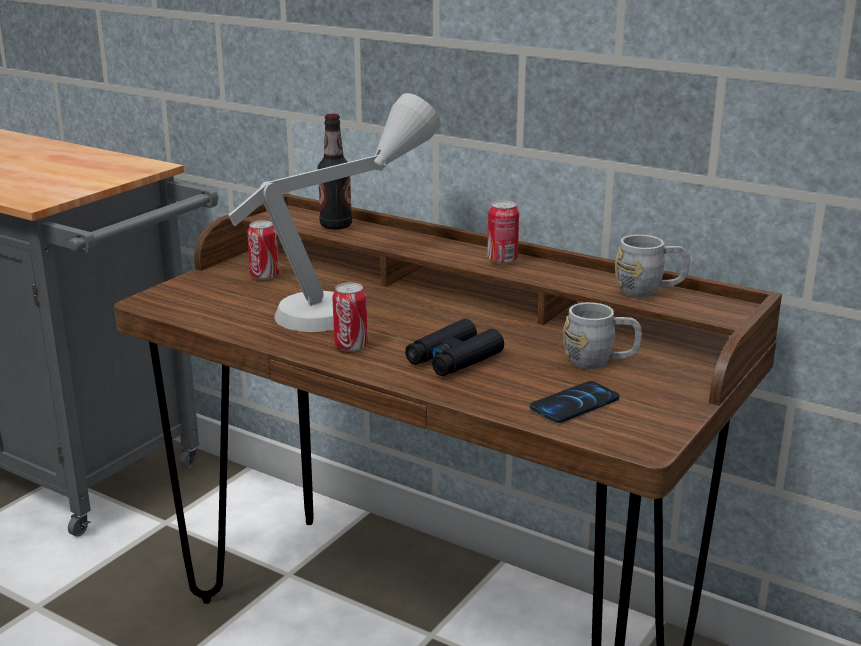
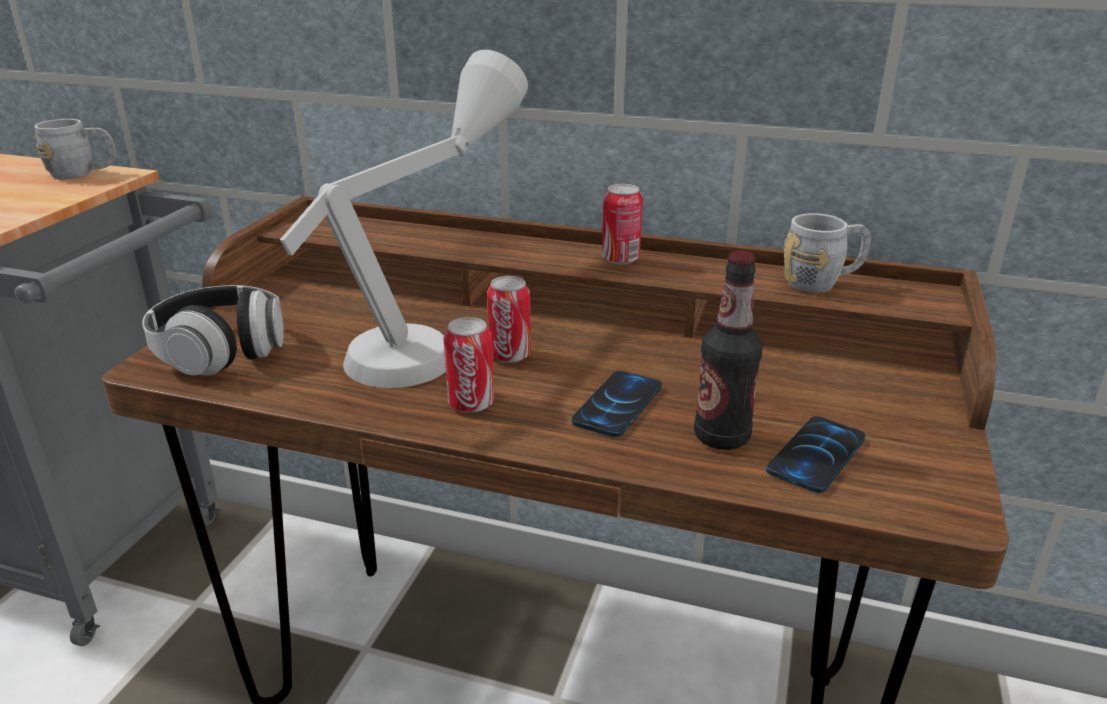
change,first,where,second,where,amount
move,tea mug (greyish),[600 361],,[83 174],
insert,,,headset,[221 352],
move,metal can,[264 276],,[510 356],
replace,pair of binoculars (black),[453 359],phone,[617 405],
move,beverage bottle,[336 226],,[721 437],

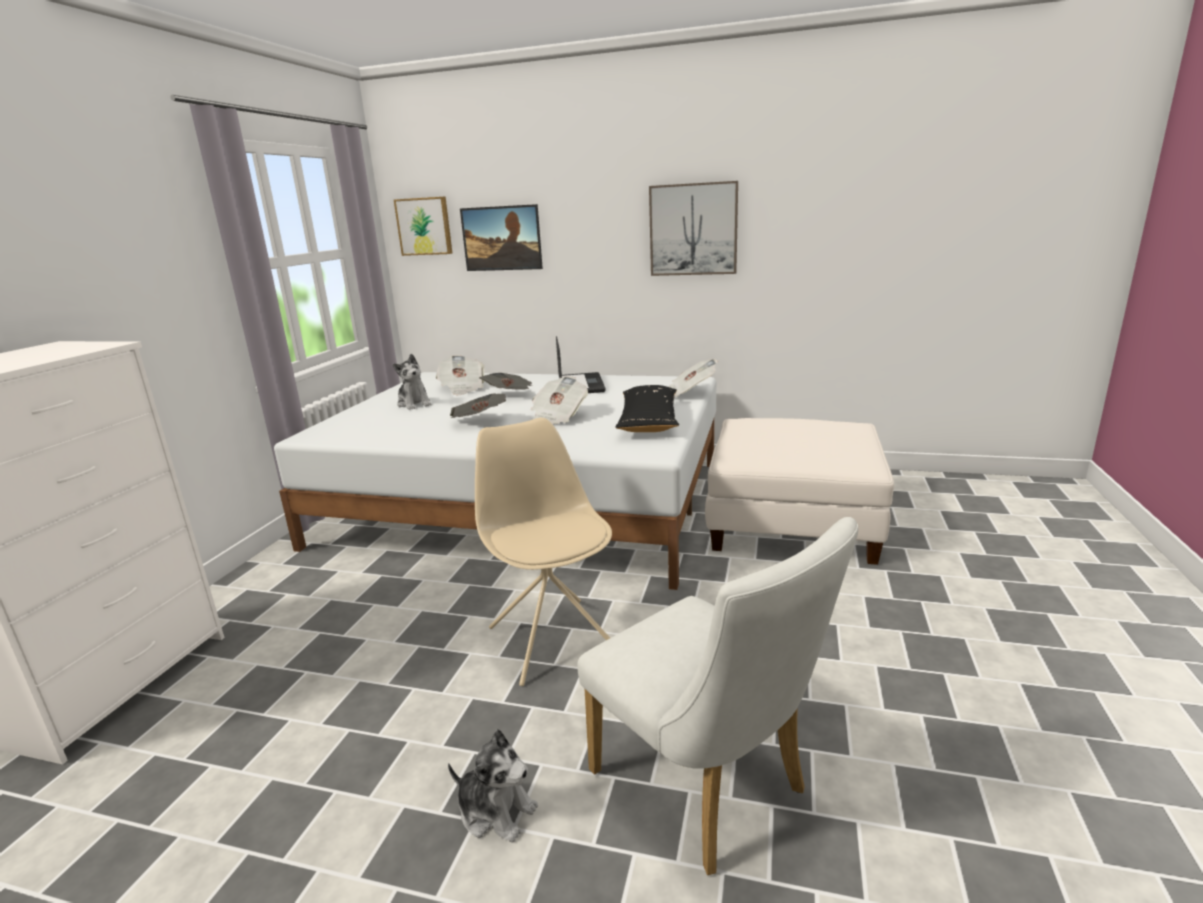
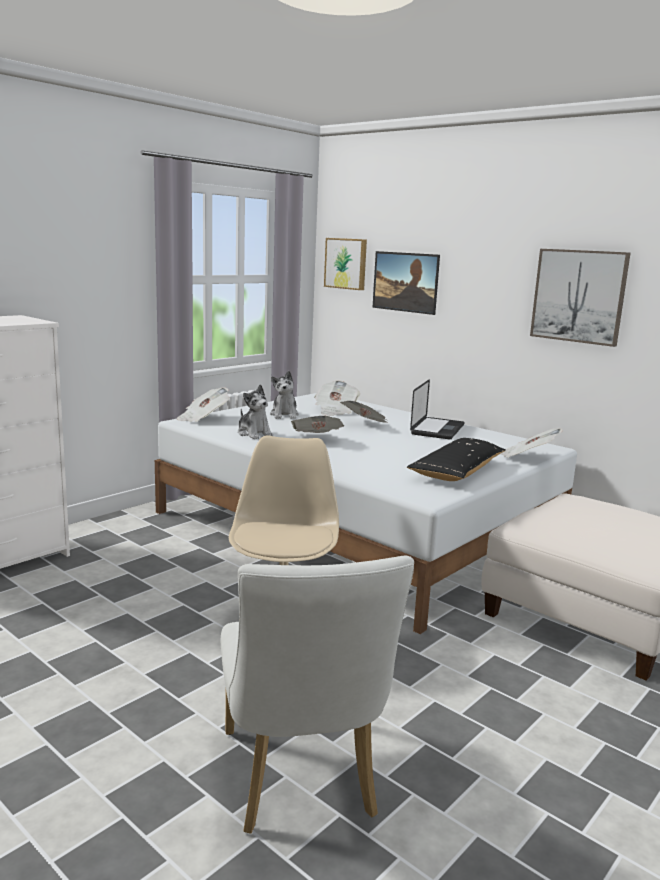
change,first,where,second,where,amount
move,daily paper,[557 417],,[203 418],
move,soft toy,[496 811],,[254 434],

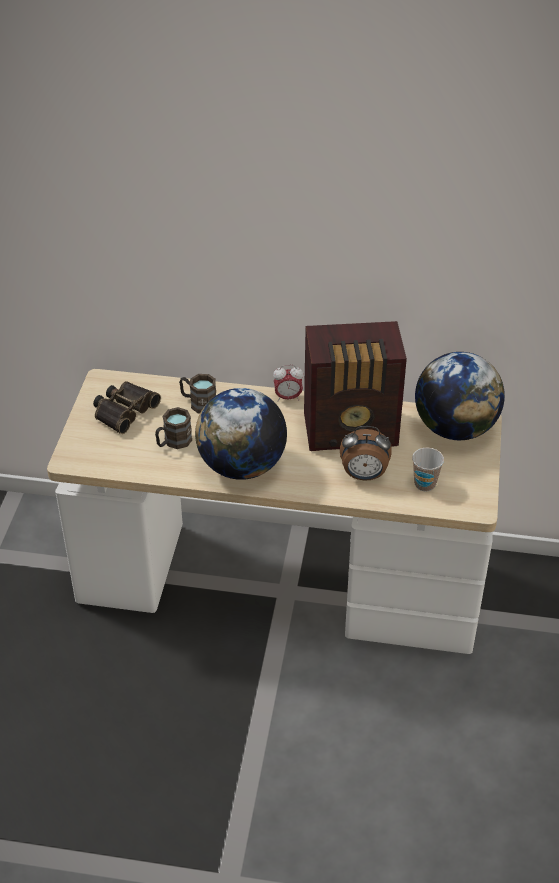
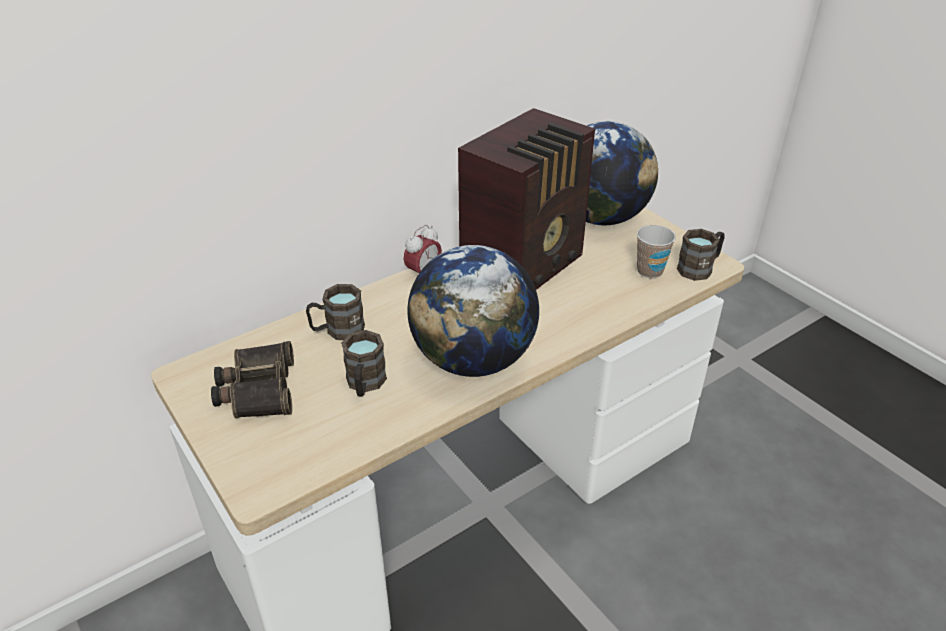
change,first,where,second,where,amount
insert,,,tea mug (brown-coloured),[699 268],
delete,alarm clock,[364 475],,,

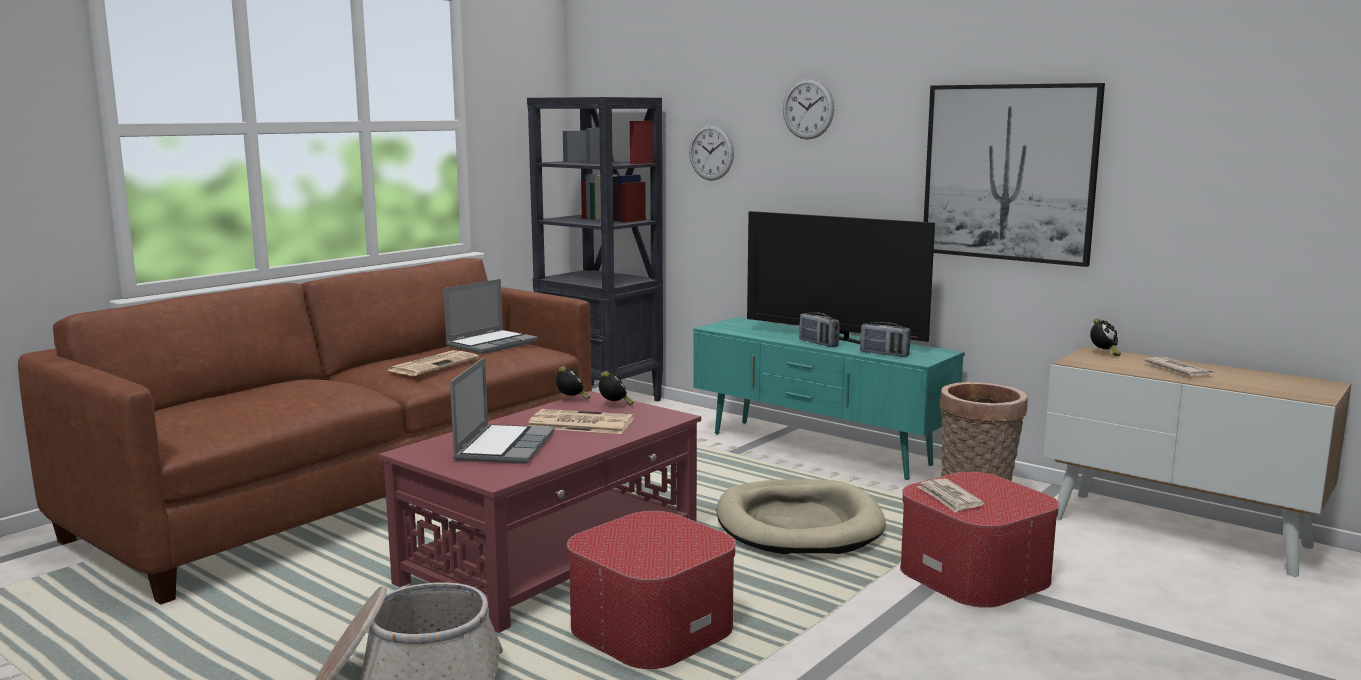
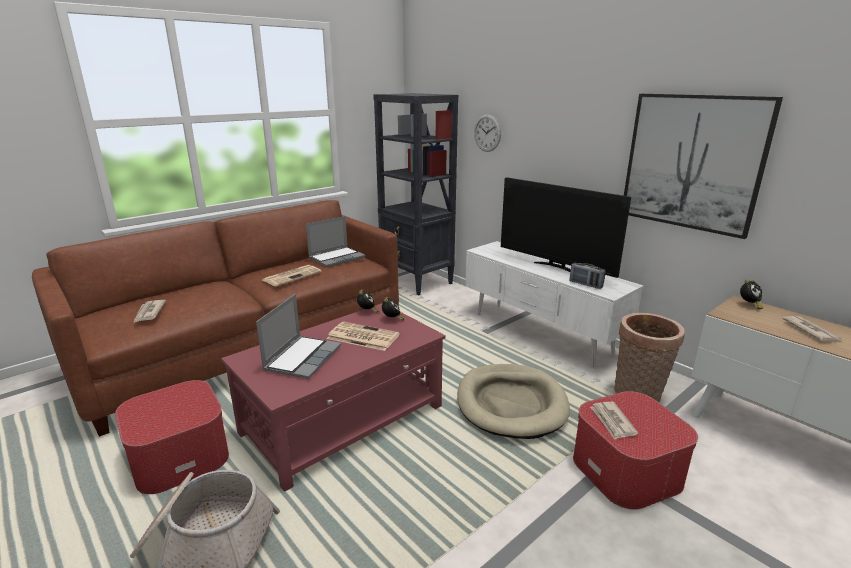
change,first,where,second,where,amount
move,ottoman,[652 627],,[180 456],
insert,,,daily paper,[149 312],
recolor,tv unit (blue-green),[818 449],tv unit (white),[539 333],
delete,wall clock,[808 108],,,
delete,radio set,[818 343],,,

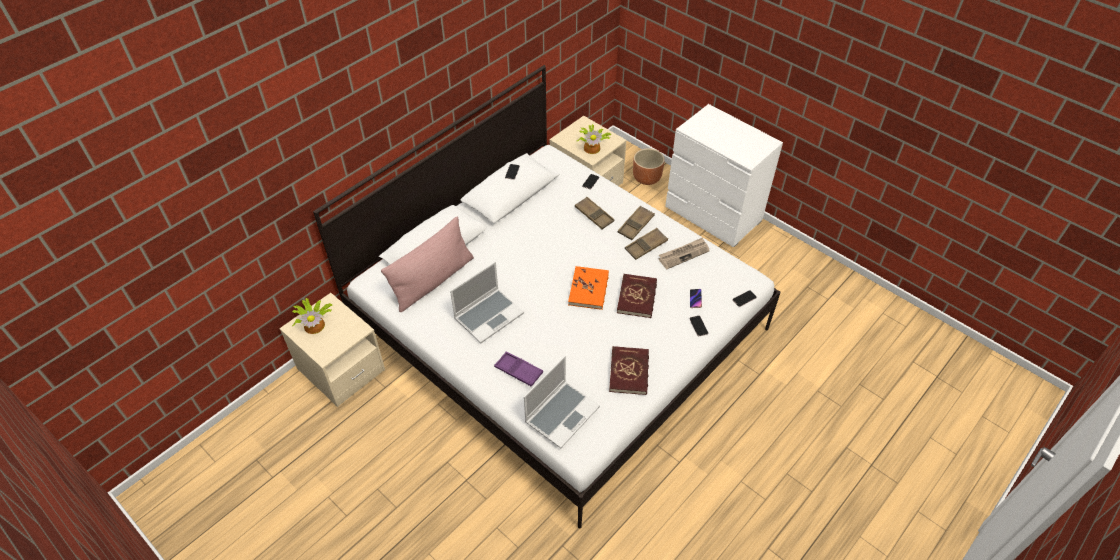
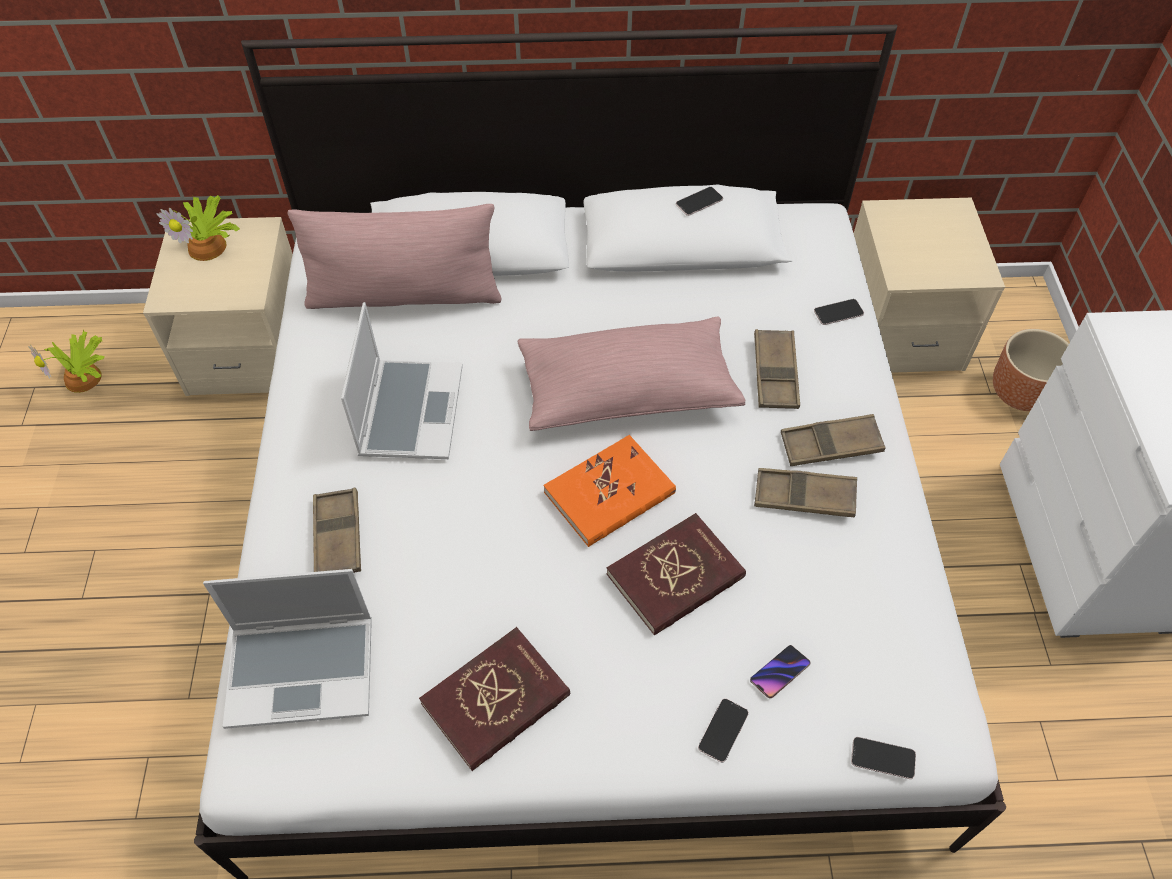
change,first,where,second,where,amount
move,potted plant,[592 147],,[85 378],
recolor,carrying tray (purplish),[518 371],carrying tray (brown-coloured),[338 537],
rotate,notebook computer,[489 315],,[409 410],90 degrees counterclockwise
insert,,,cushion (pink),[627 391],
delete,daily paper,[683 254],,,

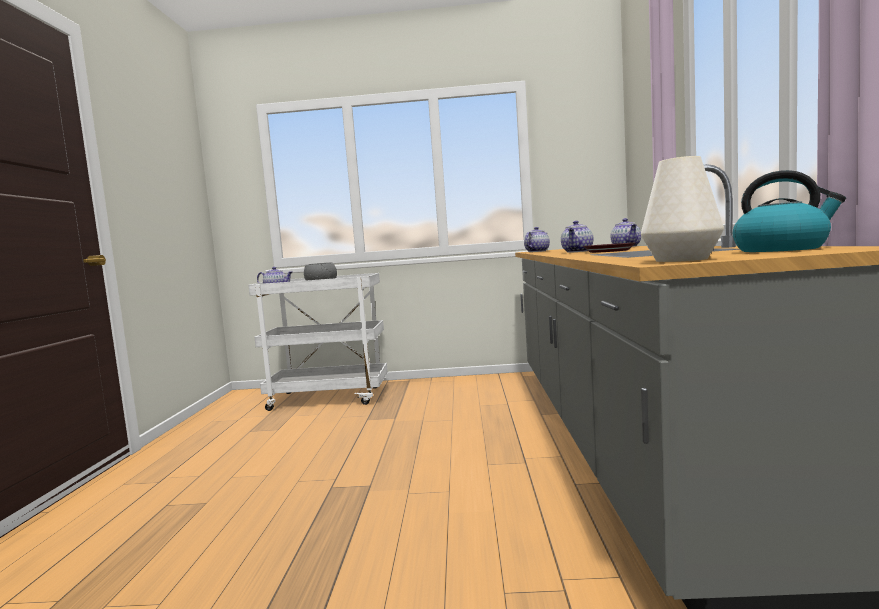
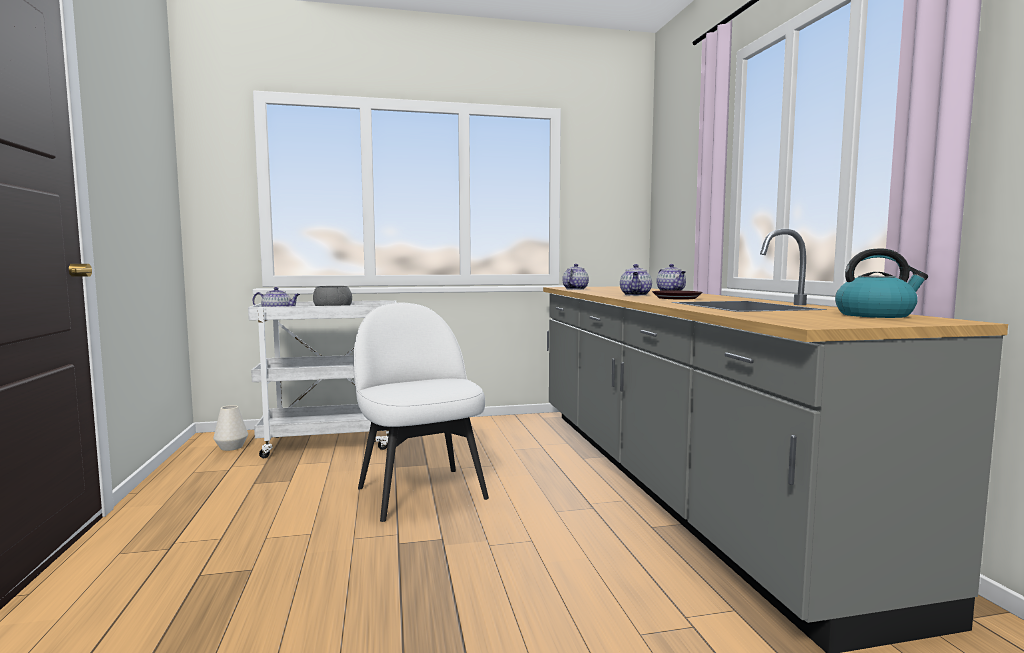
change,first,where,second,where,amount
move,vase (white),[681 260],,[231 447],
insert,,,chair (white),[420 491],

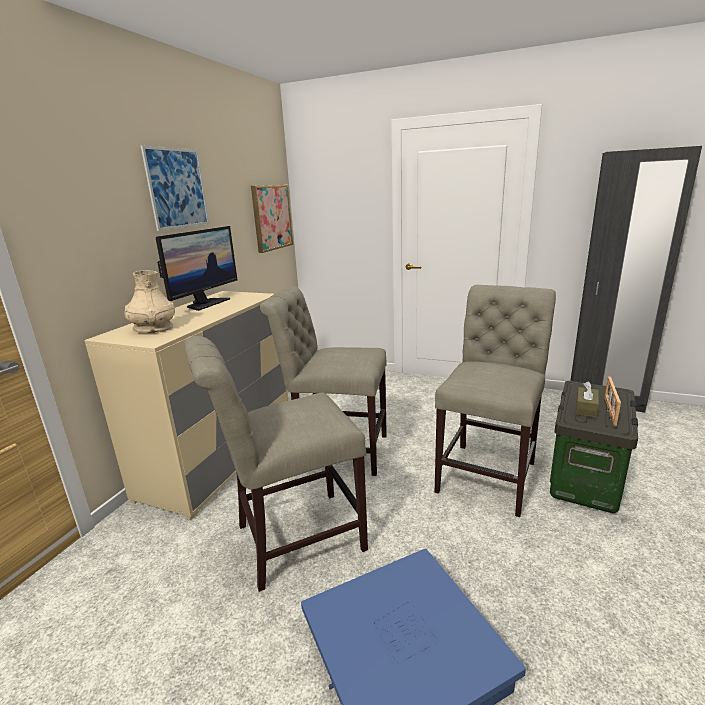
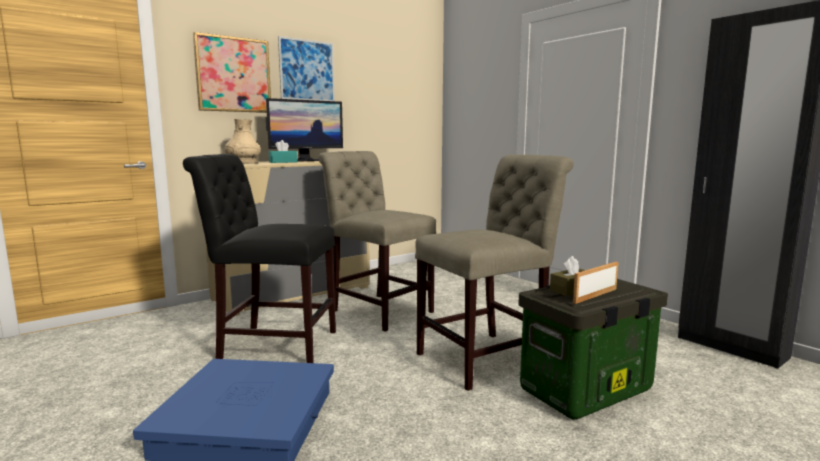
change,first,where,second,where,amount
recolor,chair (sand-coloured),[292 539],chair (black),[272 344],
move,picture,[271 217],,[233 75],
insert,,,tissue holder (blue-green),[283 162],

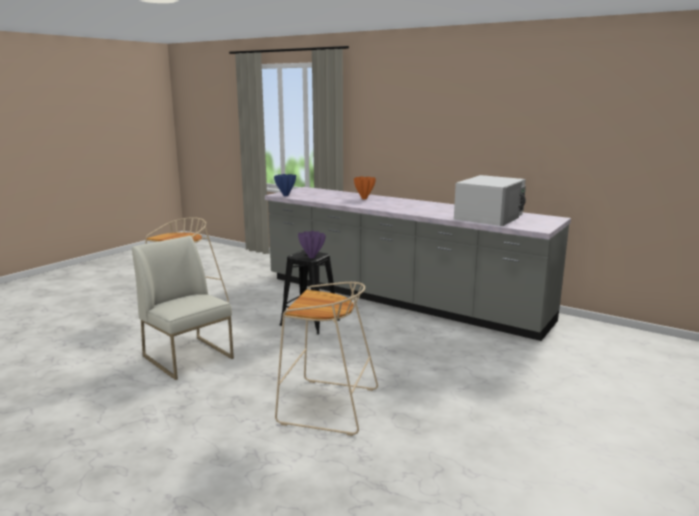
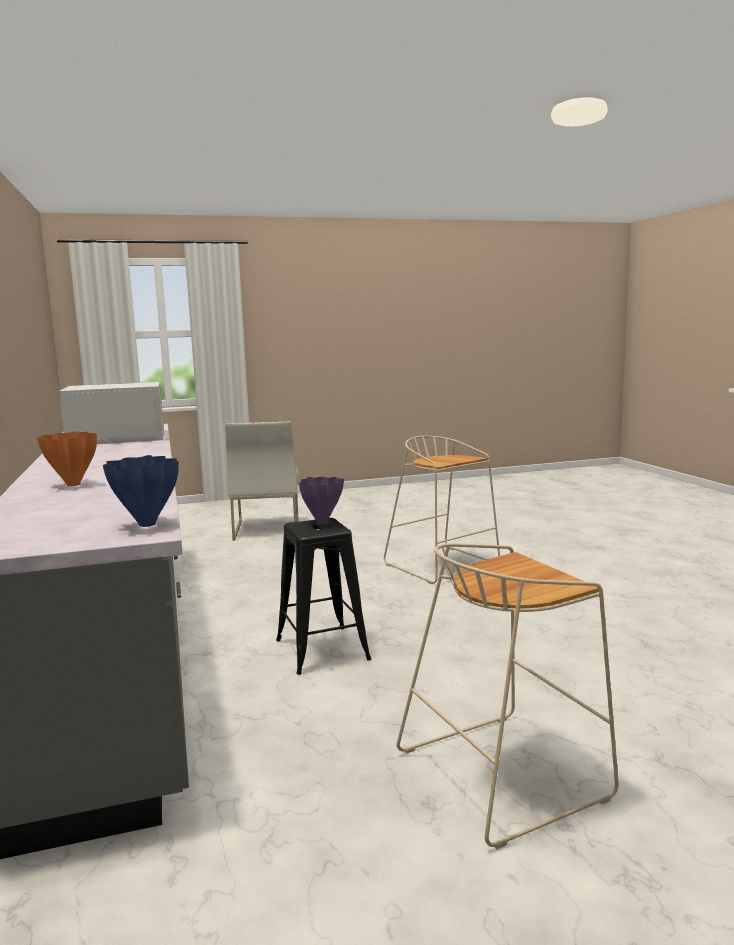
change,first,where,second,where,amount
move,chair (white),[189 357],,[266 529],

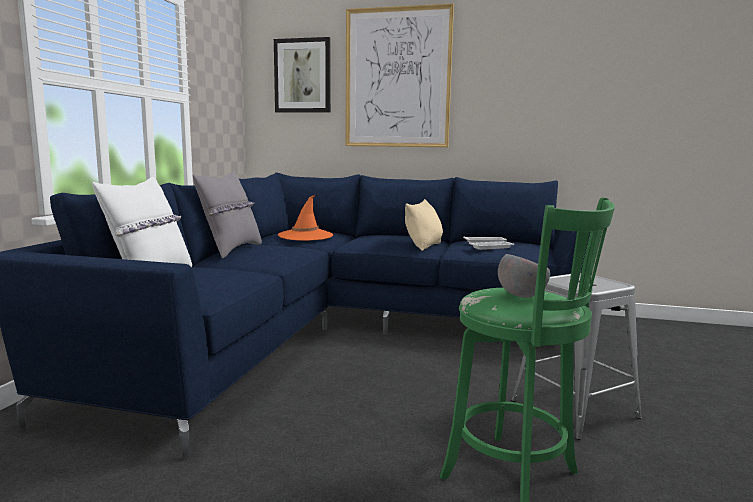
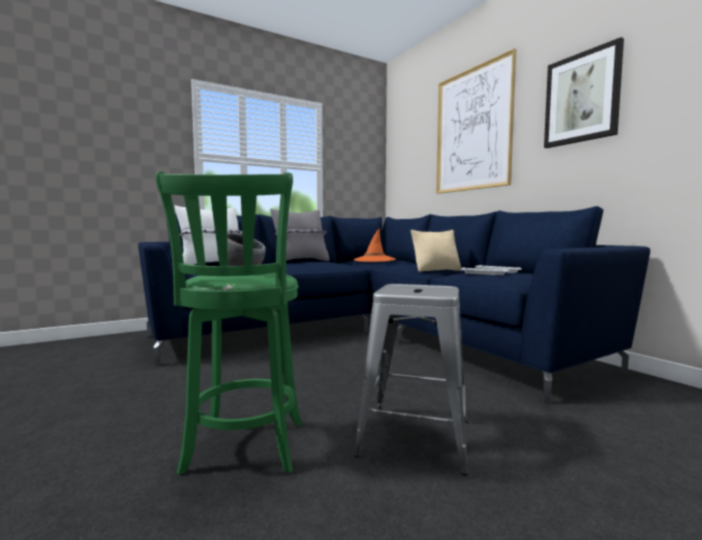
change,first,where,second,where,amount
move,picture,[303 76],,[582 98],

